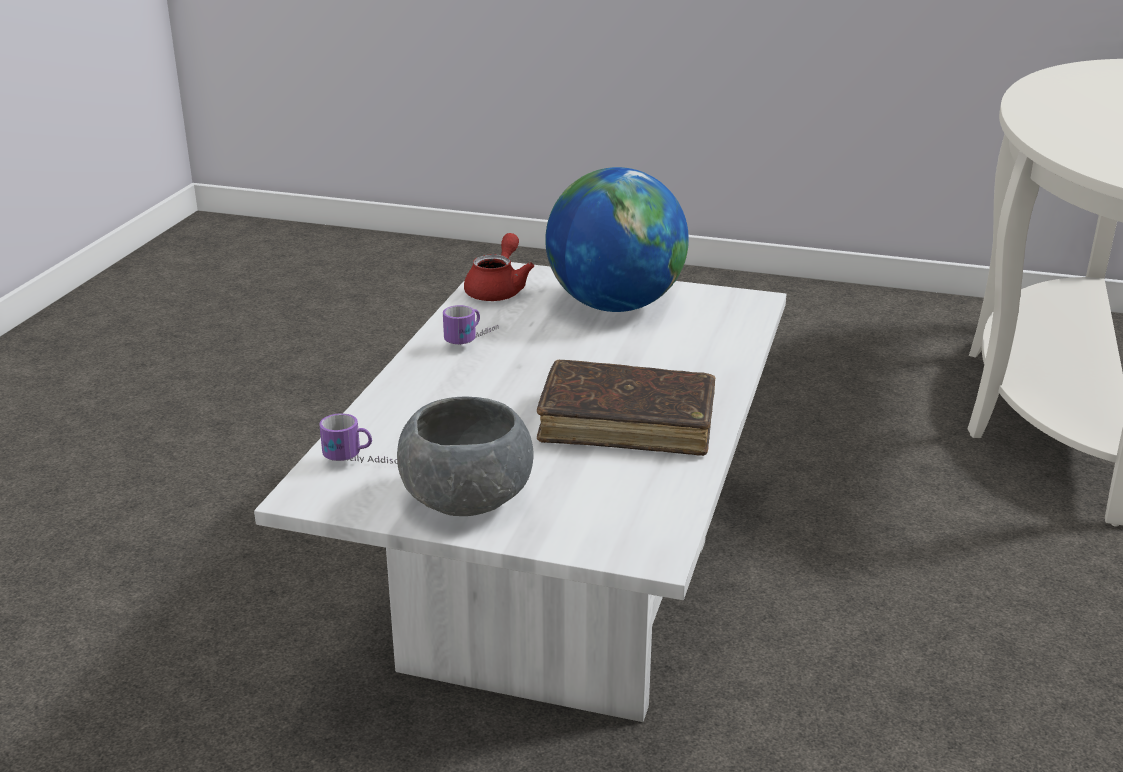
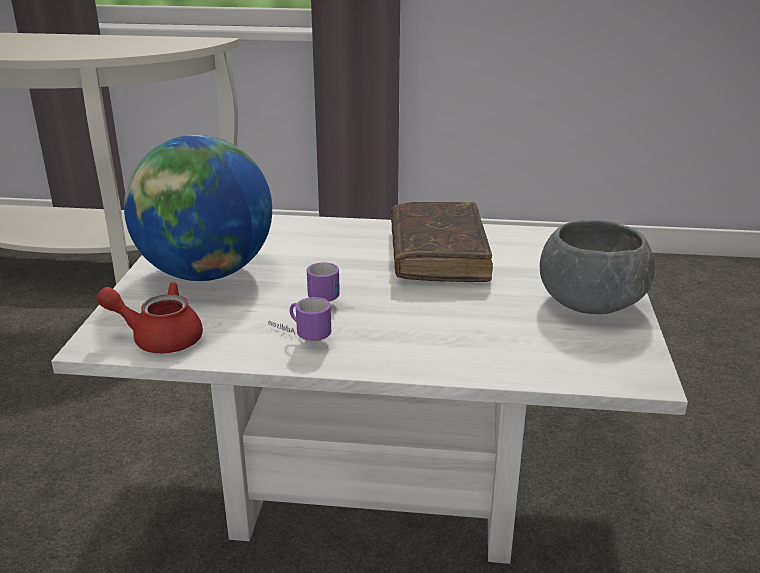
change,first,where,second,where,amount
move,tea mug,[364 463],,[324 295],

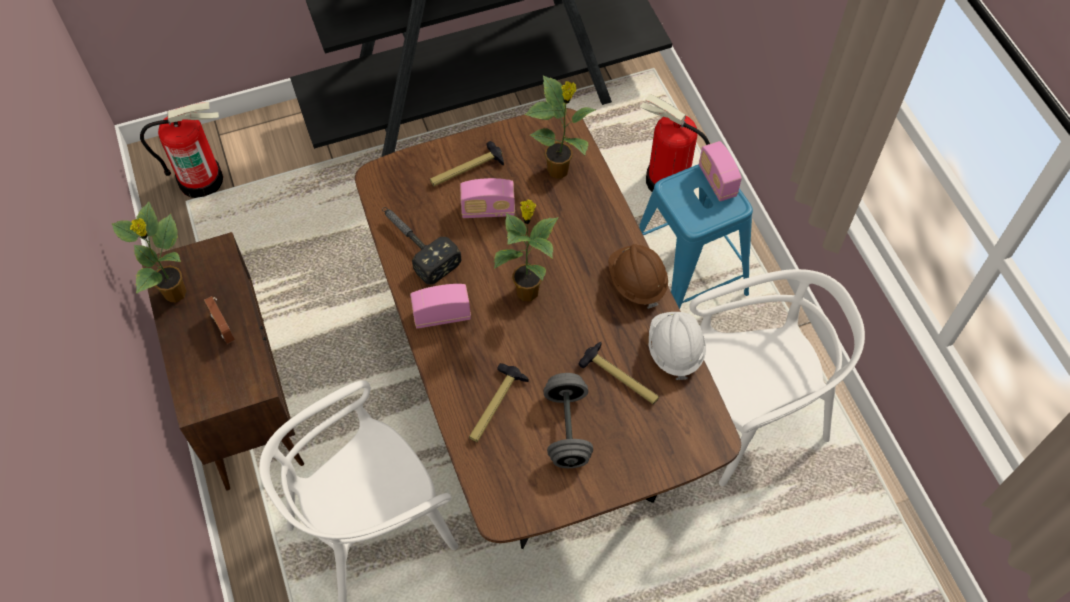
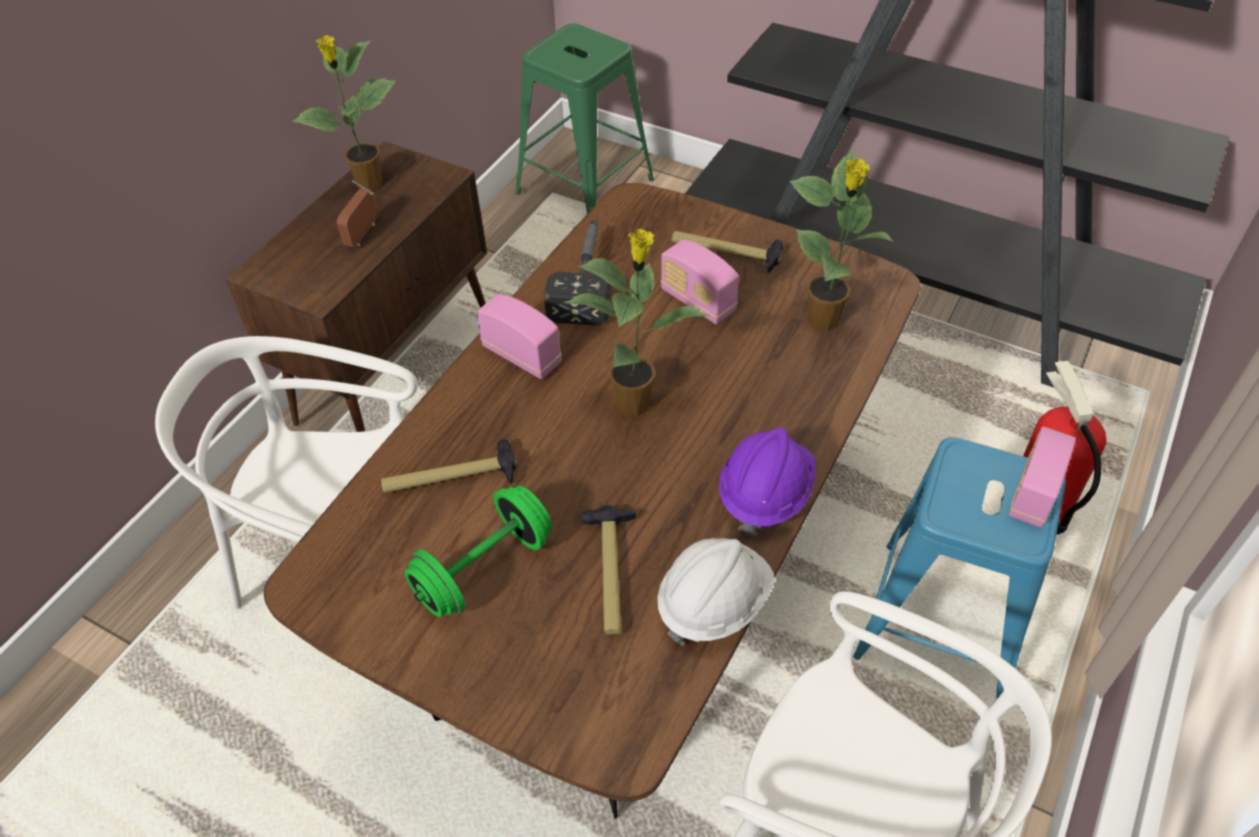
change,first,where,second,where,amount
recolor,hand weight (greyish),[567 429],hand weight (greenish),[484 569],
replace,fire extinguisher,[201 179],stool seat (greenish),[584 186],
recolor,hard hat (brown-coloured),[636 282],hard hat (purplish),[765 493],

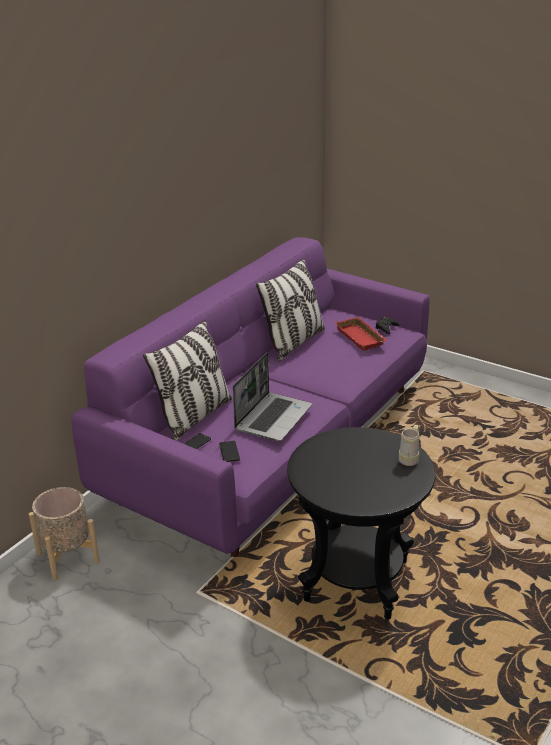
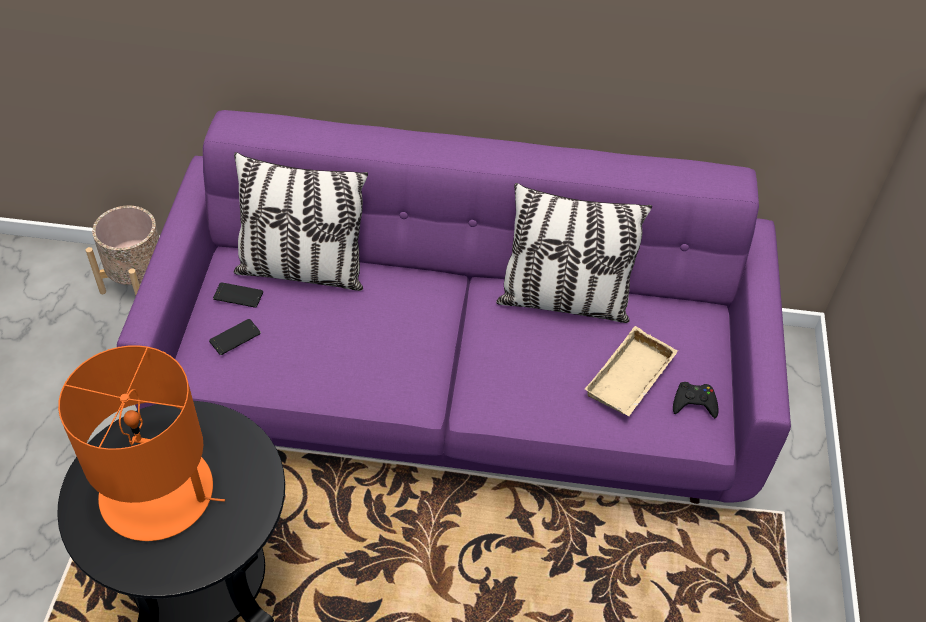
change,first,where,second,where,amount
insert,,,tabletop lamp (orange-coloured),[159 493],
recolor,carrying tray (reddish),[362 337],carrying tray (sand-coloured),[631 380],
delete,notebook computer,[273 417],,,
delete,tea mug (sand-coloured),[410 458],,,

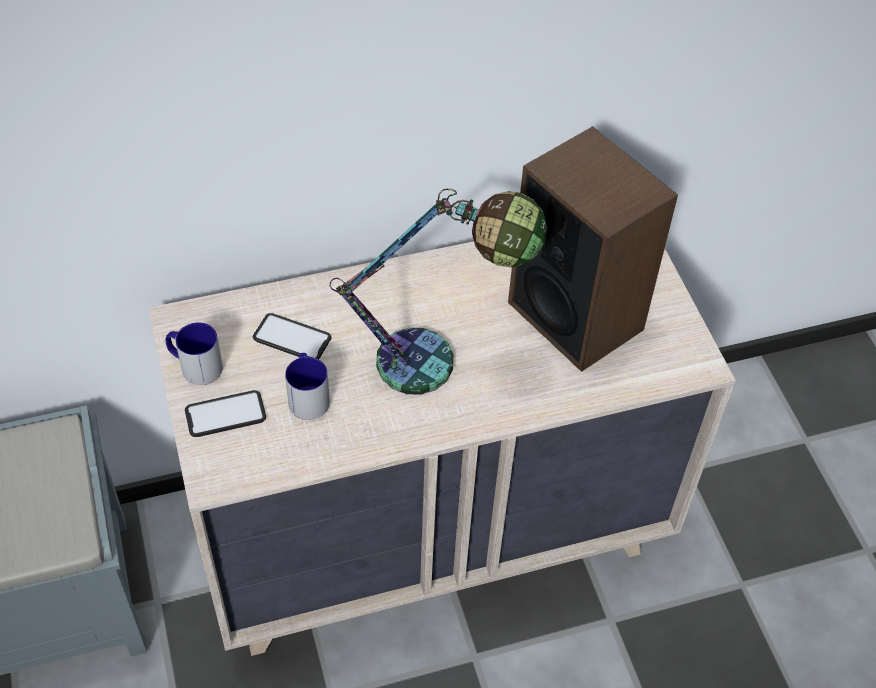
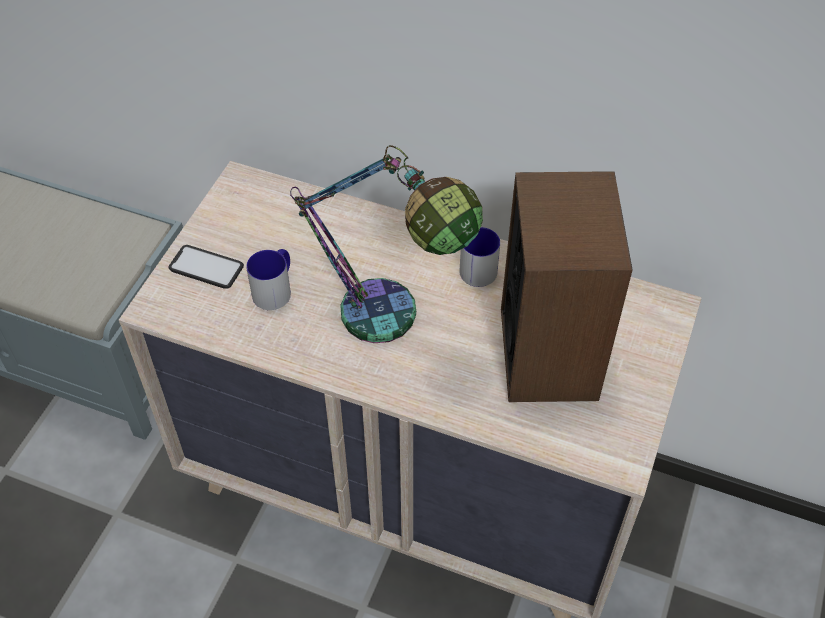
change,first,where,second,where,amount
move,tea mug,[195 365],,[474 266],
delete,phone,[292 338],,,

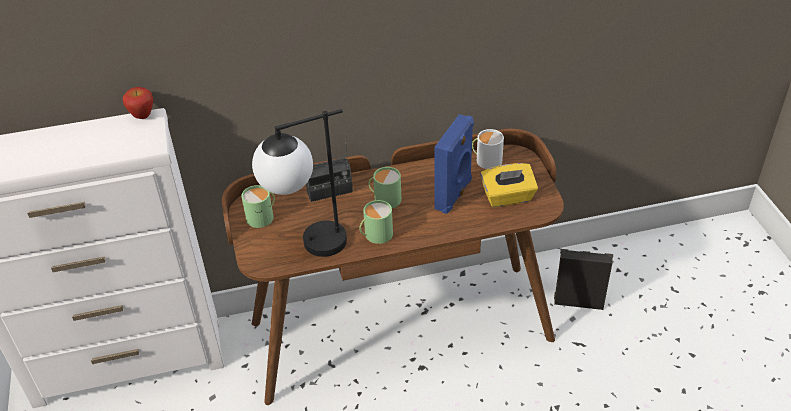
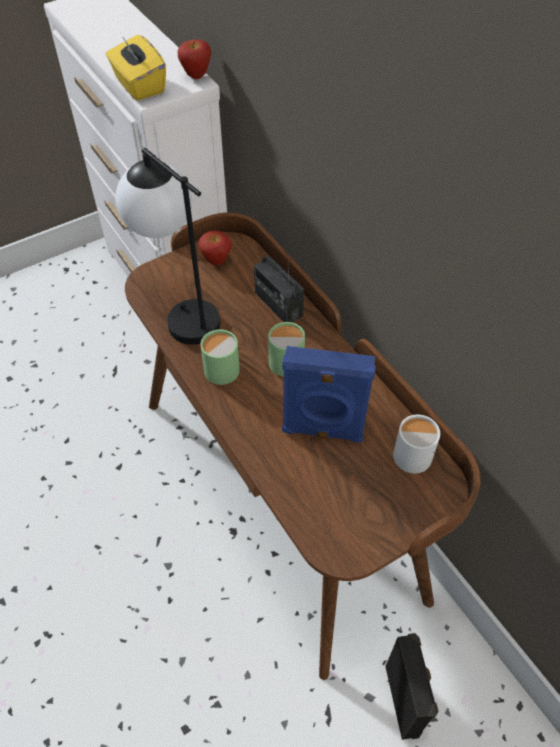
change,first,where,second,where,amount
move,tissue holder (yellowish),[508 197],,[139 86],
replace,tea mug (greenish),[262 217],apple,[216 261],

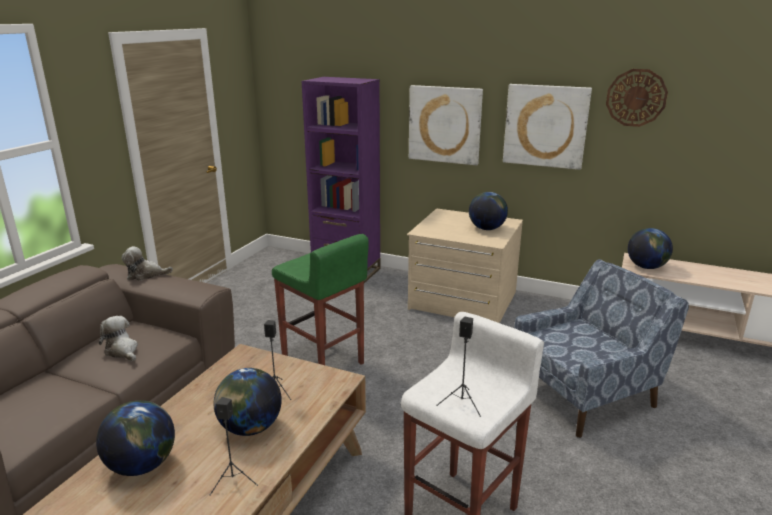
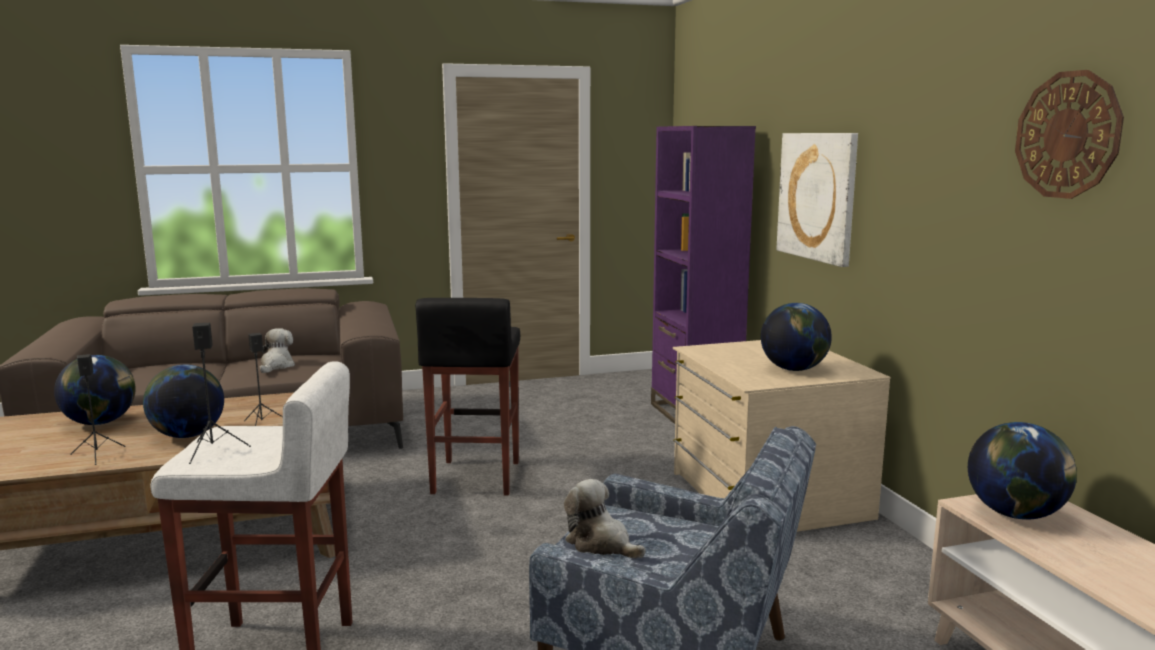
change,first,where,second,where,amount
recolor,stool seat (greenish),[323 364],stool seat (black),[474 478],
move,soft toy,[145 275],,[601 544],
delete,picture,[545 126],,,

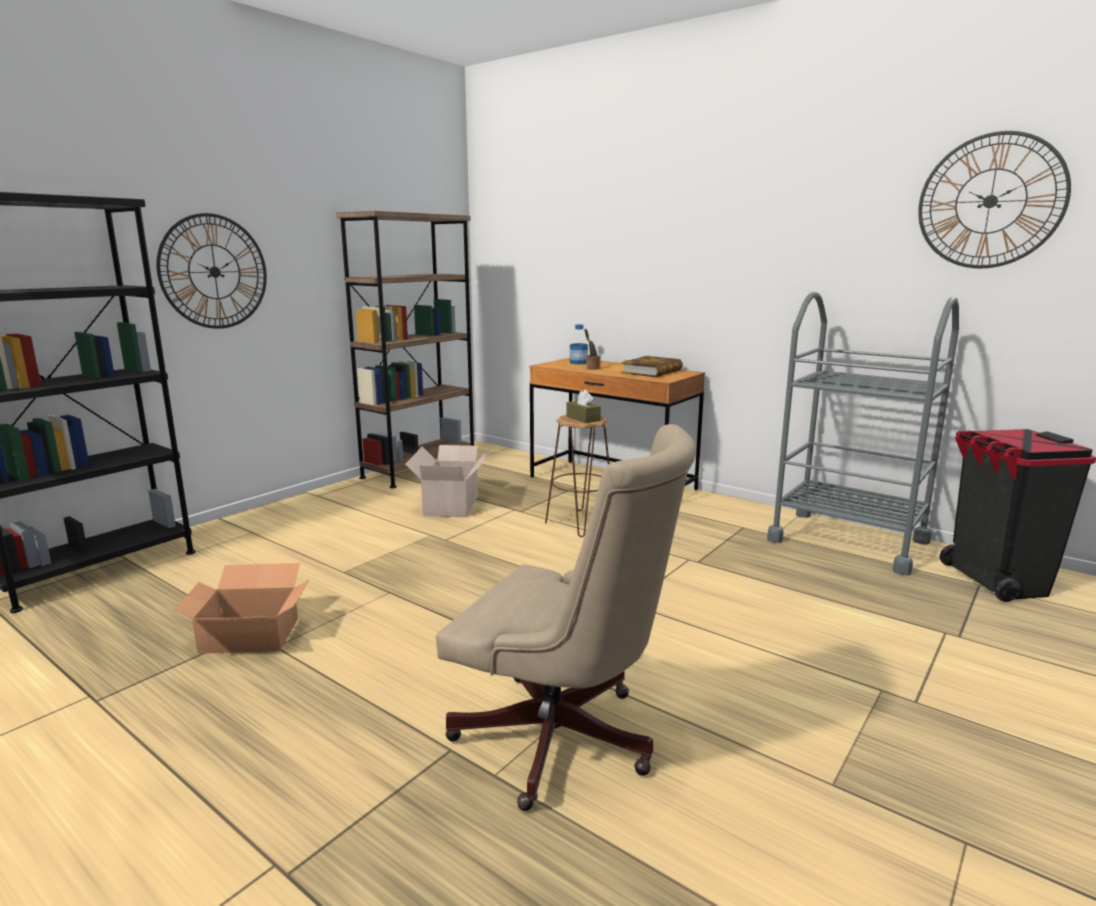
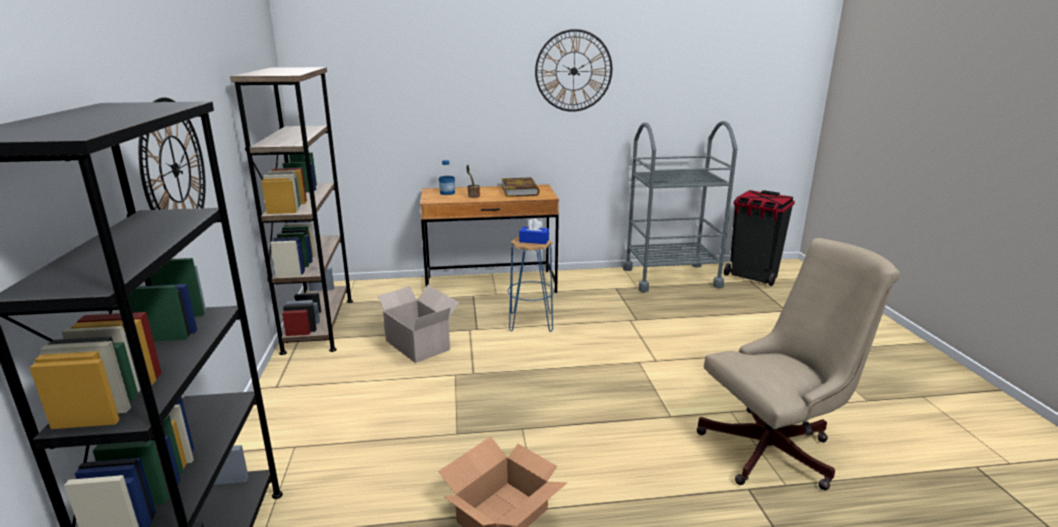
change,first,where,second,where,amount
recolor,stool seat (brown-coloured),[579 523],stool seat (blue-coloured),[530 322],
recolor,tissue holder (brown-coloured),[583 418],tissue holder (blue-coloured),[534 241],
move,wall clock,[990 201],,[573 71],

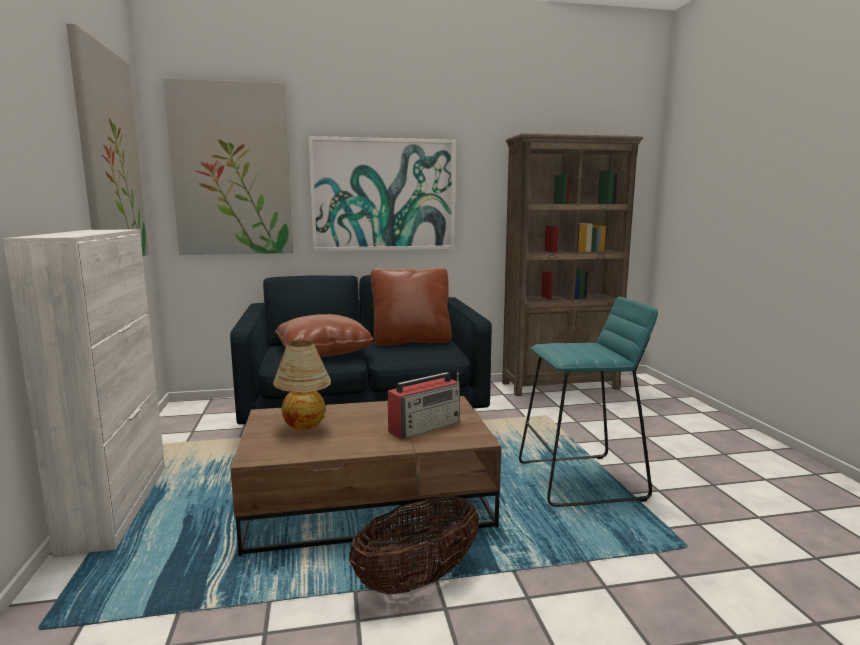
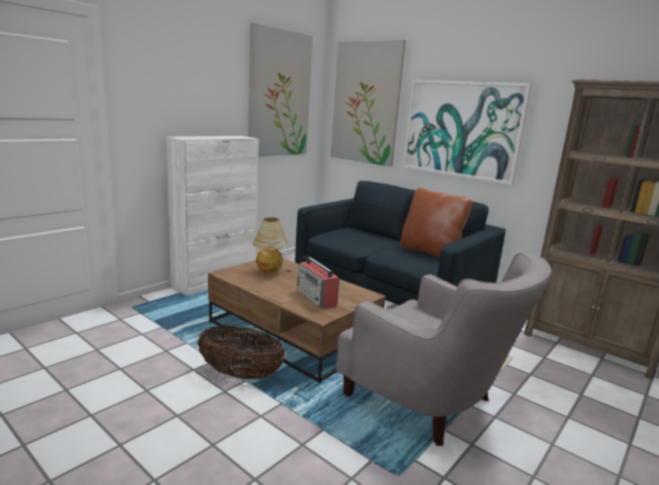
change,first,where,second,where,amount
rotate,radio set,[425 426],,[317 298],45 degrees clockwise
replace,stool seat (blue-green),[582 481],easy chair (greyish),[429 401],
delete,cushion (brown-coloured),[323 352],,,

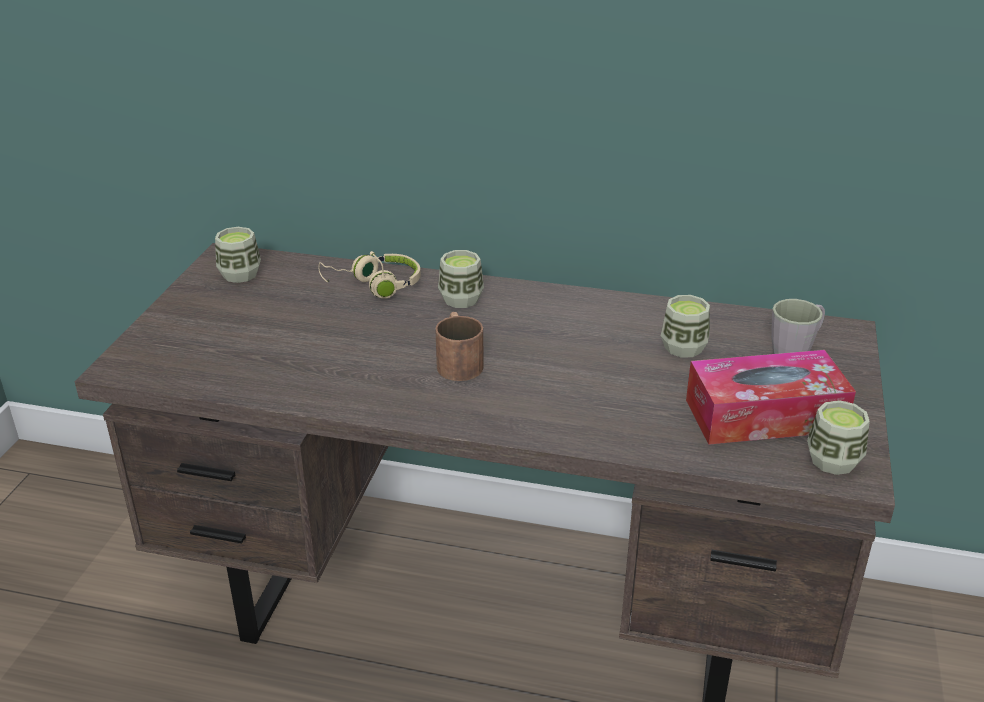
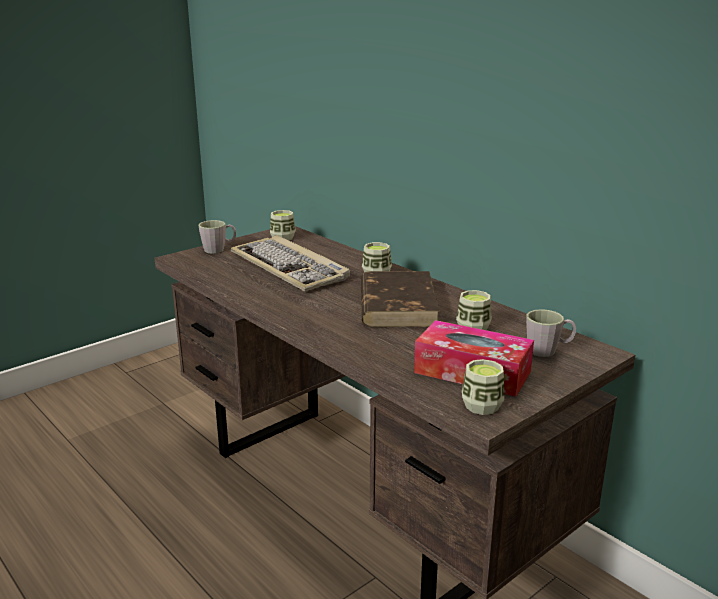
change,first,where,second,where,amount
insert,,,tea mug (greyish),[219 249],
insert,,,computer keyboard,[290 267],
insert,,,bound book (brown-coloured),[397 304],
delete,headset (sand-coloured),[375 285],,,
delete,tea mug (brown-coloured),[458 361],,,

